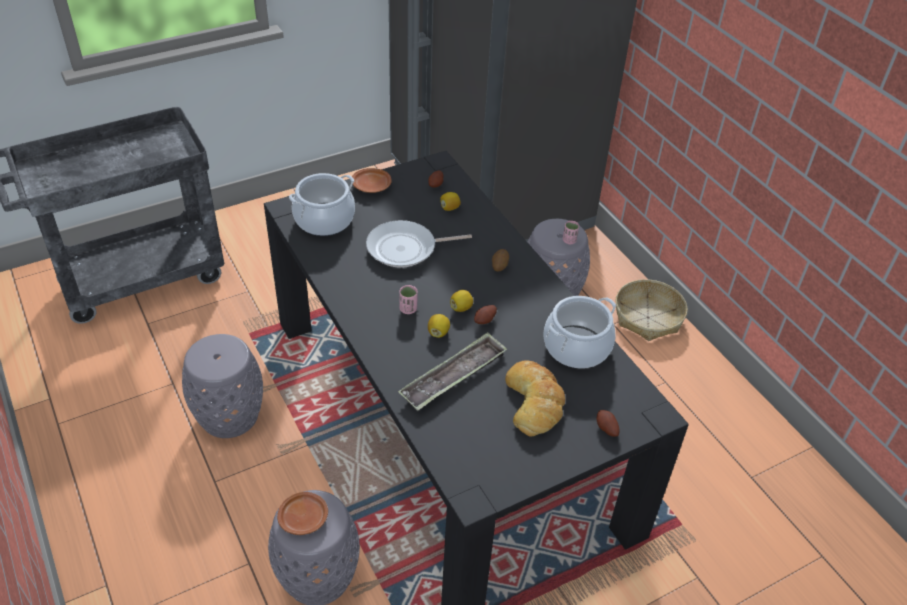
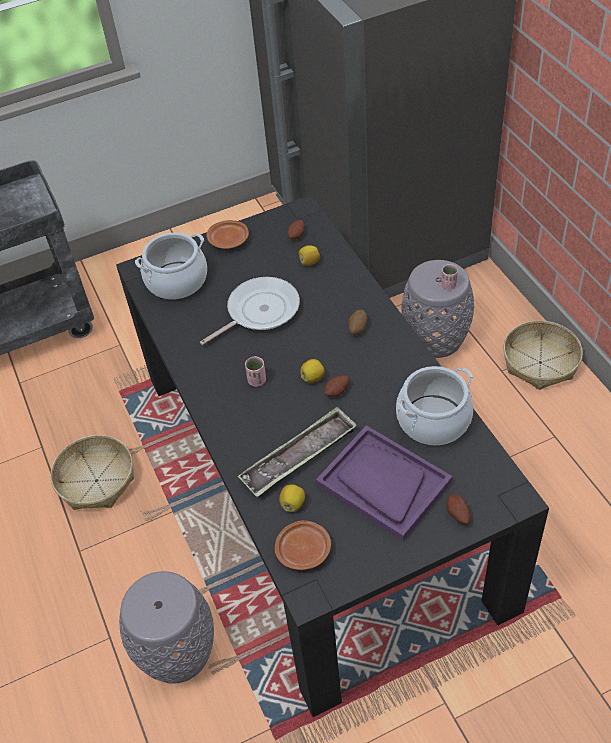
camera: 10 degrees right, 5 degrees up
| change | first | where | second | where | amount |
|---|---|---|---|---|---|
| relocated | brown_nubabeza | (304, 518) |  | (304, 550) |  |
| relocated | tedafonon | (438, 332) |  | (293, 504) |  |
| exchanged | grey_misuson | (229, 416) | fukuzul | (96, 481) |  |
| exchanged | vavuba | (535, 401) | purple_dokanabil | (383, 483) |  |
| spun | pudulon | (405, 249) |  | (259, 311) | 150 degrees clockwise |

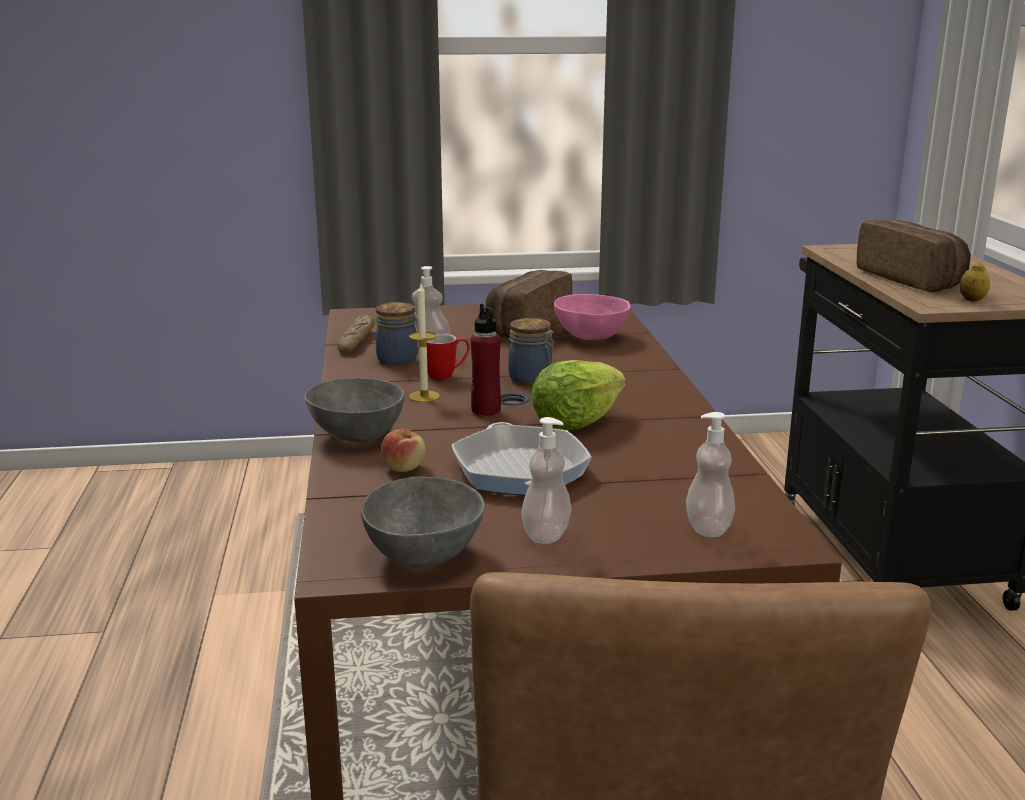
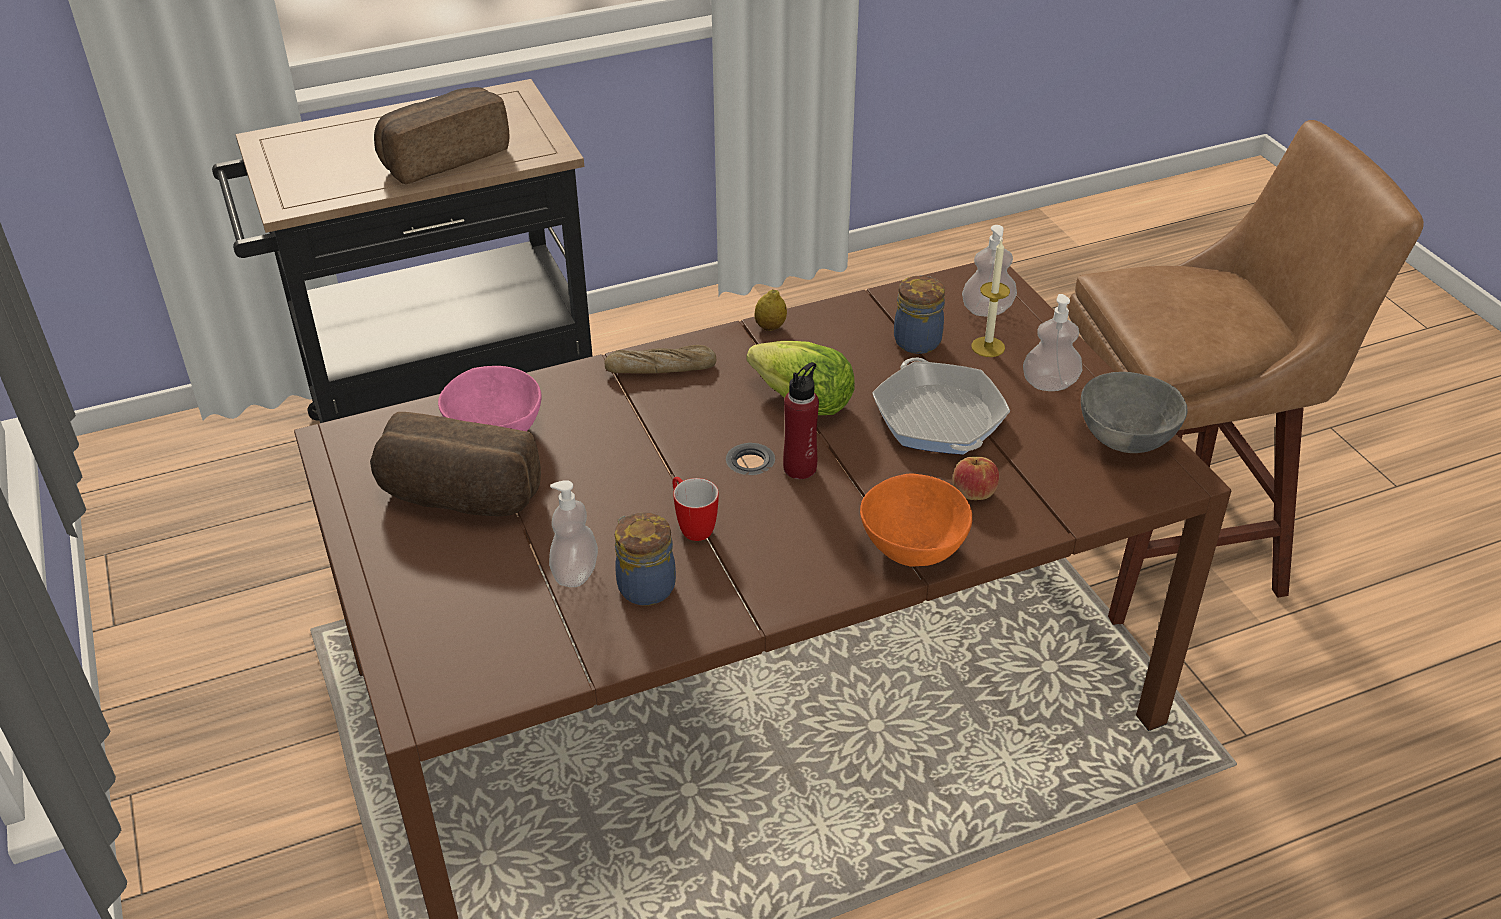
camera: 105 degrees left, 20 degrees up
| change | first | where | second | where | amount |
|---|---|---|---|---|---|
| relocated | vavuba | (357, 341) |  | (661, 368) |  |
| relocated | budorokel | (424, 396) |  | (988, 347) |  |
| relocated | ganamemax | (532, 379) |  | (918, 340) |  |
| relocated | tedafonon | (972, 300) |  | (770, 327) |  |
| colour | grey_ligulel | (356, 434) | orange_ligulel | (912, 550) |  |
| spun | pudulon | (520, 471) |  | (939, 418) | 105 degrees clockwise |

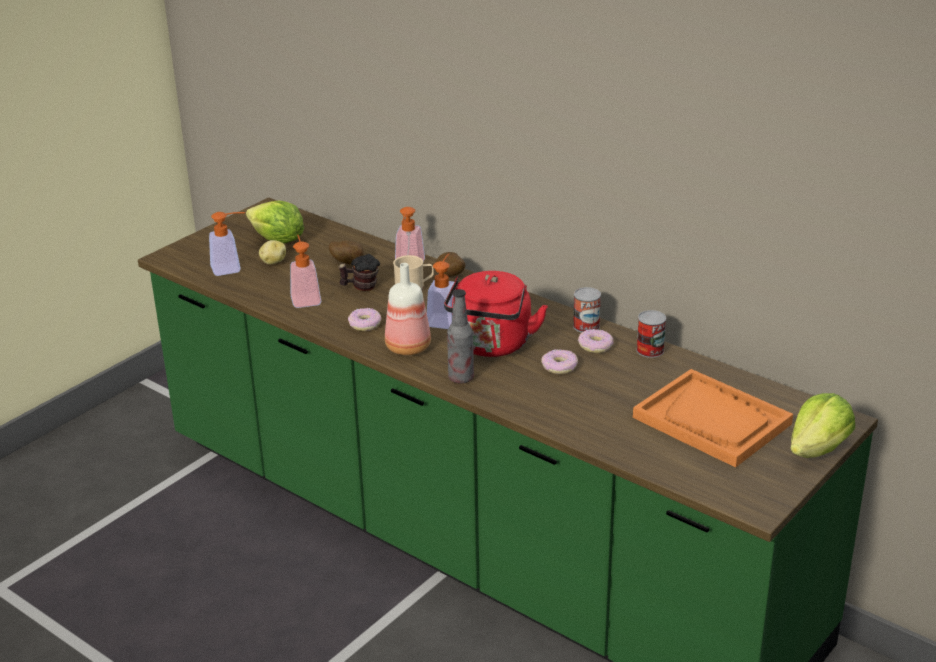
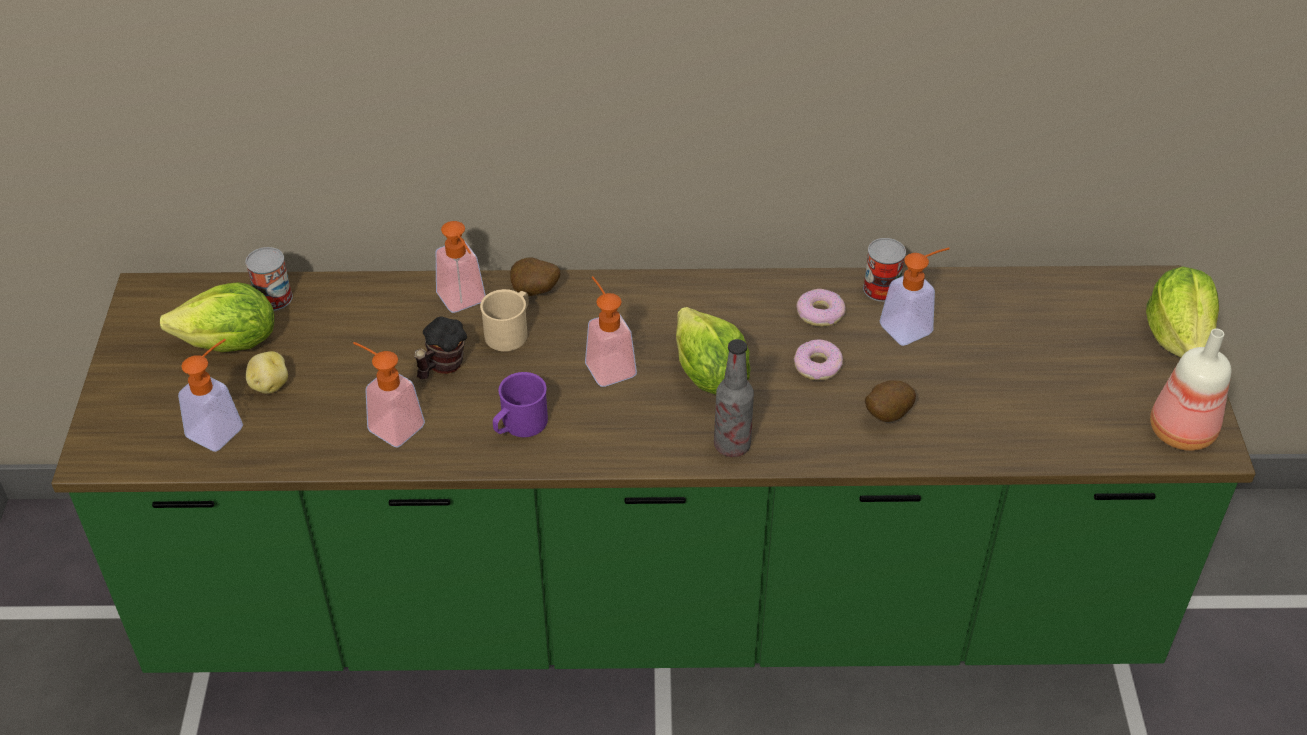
camera: 40 degrees left, 15 degrees up
| change | first | where | second | where | amount |
|---|---|---|---|---|---|
| missing | orange_dokanabil | (712, 421) |  |  |  |
| appeared |  |  | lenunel | (913, 326) |  |
| relocated | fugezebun | (347, 262) |  | (885, 415) |  |
| relocated | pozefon | (407, 347) |  | (1179, 431) |  |
| relocated | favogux | (586, 326) |  | (273, 298) |  |
| exchanged | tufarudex | (364, 324) | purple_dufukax | (519, 425) |  |
| exchanged | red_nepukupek | (491, 346) | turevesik | (709, 376) |  |

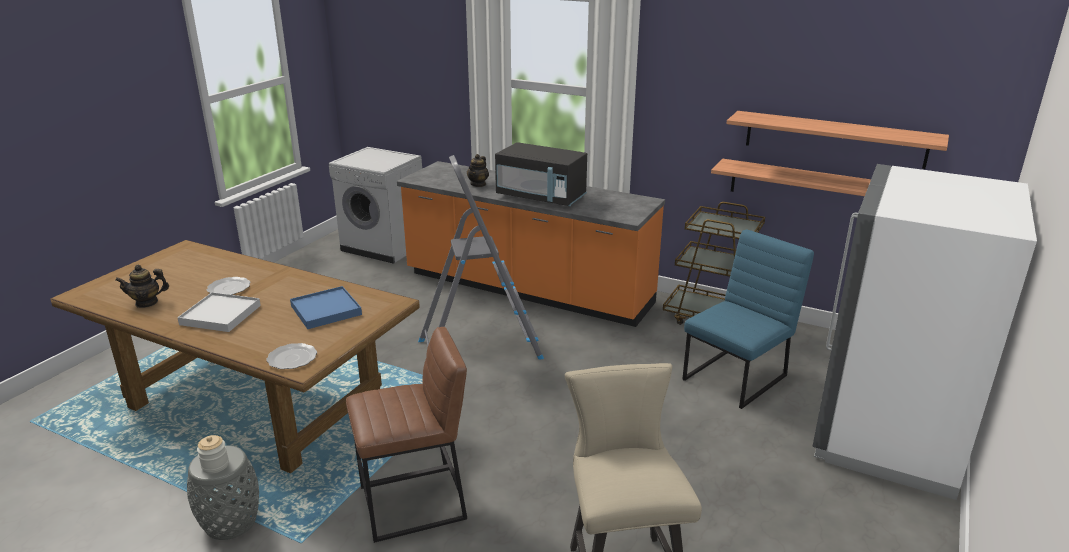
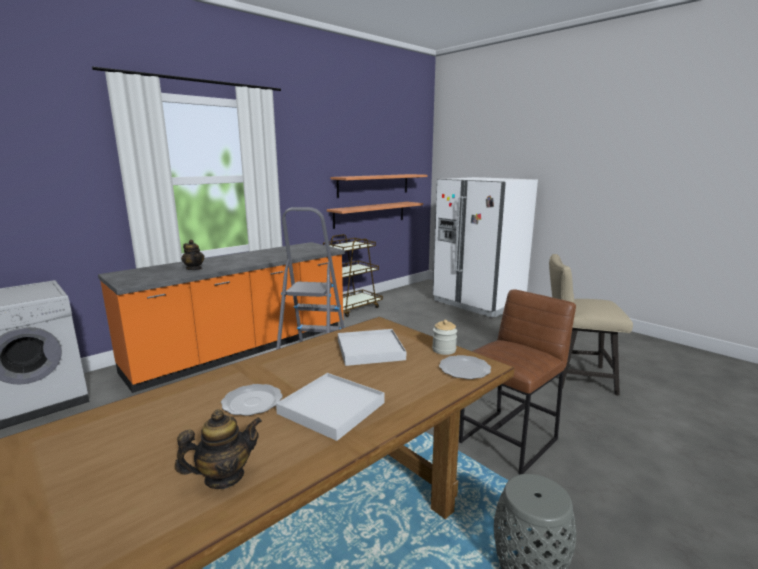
camera: 70 degrees left, 10 degrees down
| change | first | where | second | where | amount |
|---|---|---|---|---|---|
| missing | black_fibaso | (541, 197) |  |  |  |
| missing | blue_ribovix | (737, 376) |  |  |  |
| relocated | ganamemax | (215, 465) |  | (444, 350) |  |
| colour | blue_dokanabil | (326, 310) | white_dokanabil | (370, 350) |  |
| spun | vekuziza | (147, 302) |  | (224, 477) | 120 degrees counterclockwise |
| spun | brown_ribovix | (414, 502) |  | (509, 440) | 45 degrees clockwise |

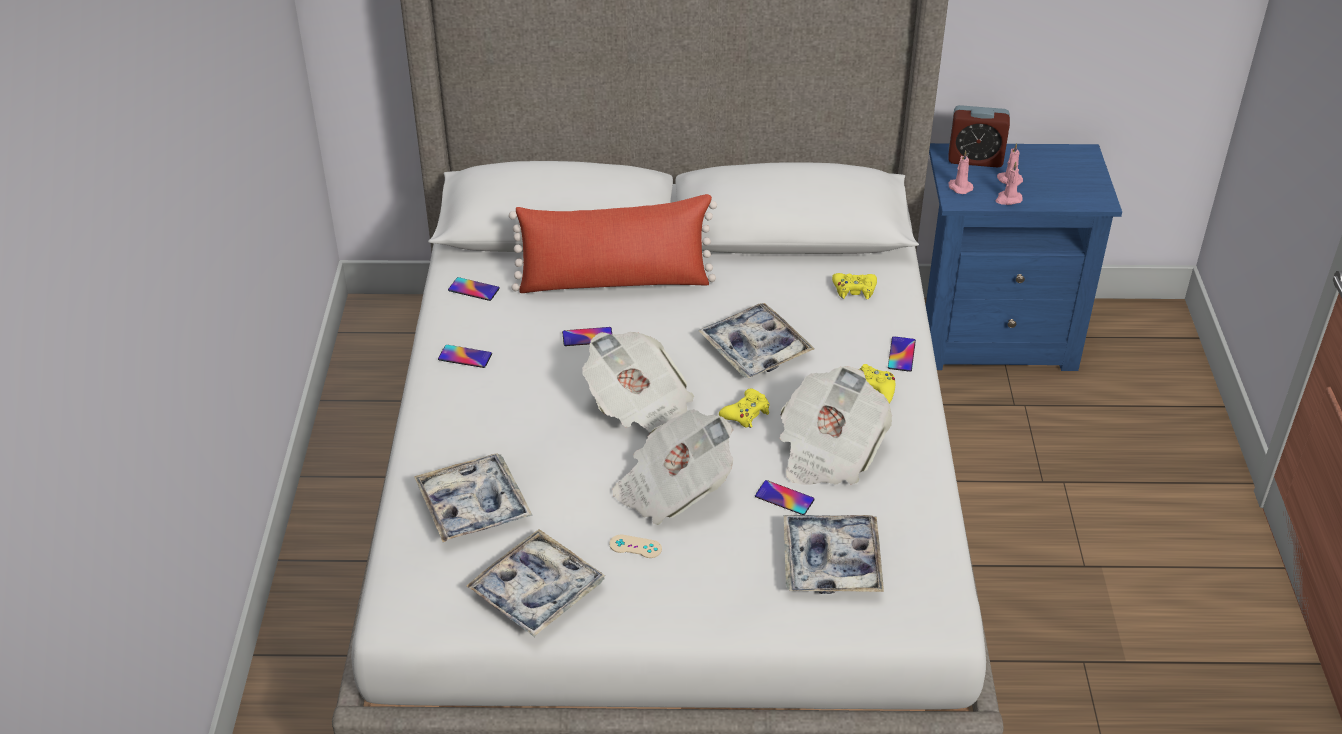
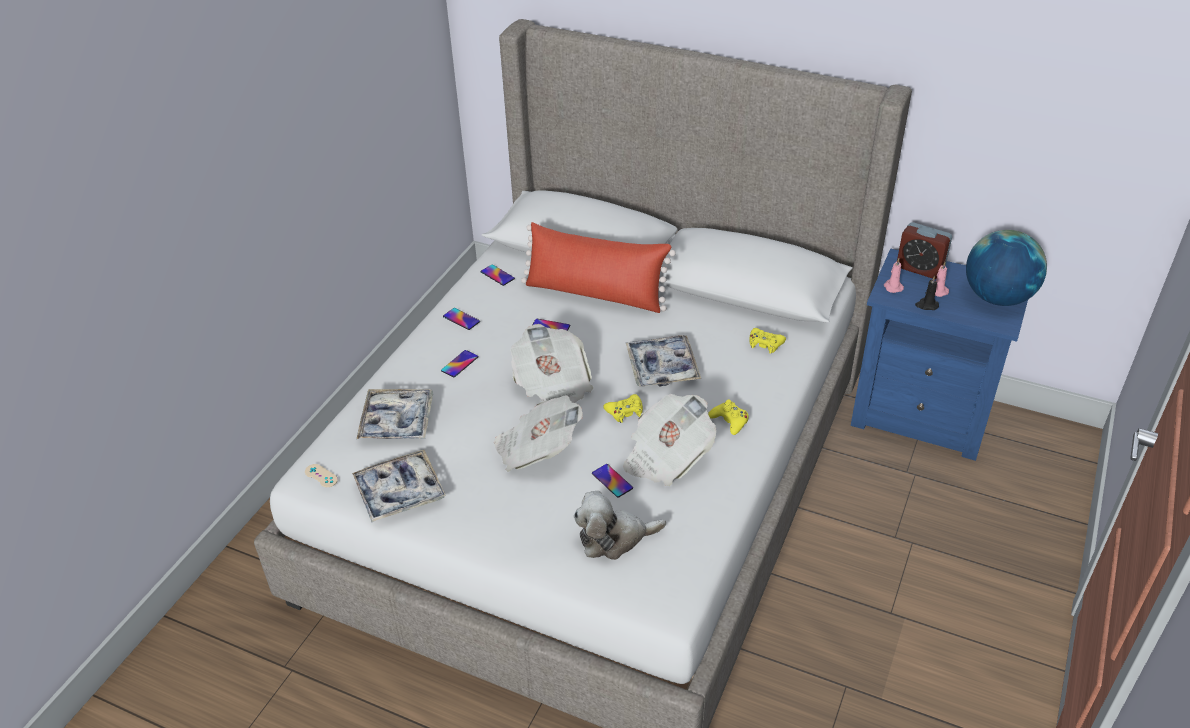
camera: 25 degrees right, 0 degrees up
| change | first | where | second | where | amount |
|---|---|---|---|---|---|
| appeared |  |  | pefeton | (997, 298) |  |
| relocated | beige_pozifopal | (635, 546) |  | (321, 476) |  |
| relocated | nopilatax | (901, 354) |  | (459, 364) |  |
| exchanged | dokanabil | (831, 562) | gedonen | (614, 538) |  |
| colour | pink_budorokel | (1008, 199) | black_budorokel | (926, 305) |  |

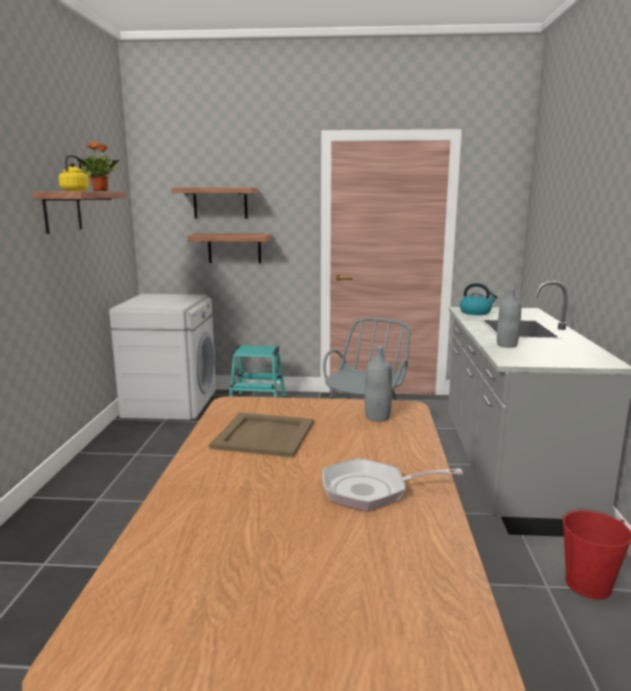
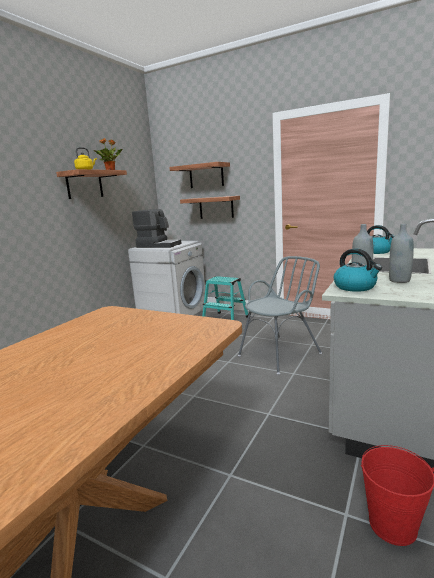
camera: 25 degrees right, 0 degrees up
| change | first | where | second | where | amount |
|---|---|---|---|---|---|
| missing | beige_dokanabil | (263, 435) |  |  |  |
| missing | pudulon | (371, 490) |  |  |  |
| appeared |  |  | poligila | (158, 245) |  |
| appeared |  |  | nepukupek | (355, 287) |  |
| relocated | grey_pozefon | (377, 417) |  | (399, 280) |  |

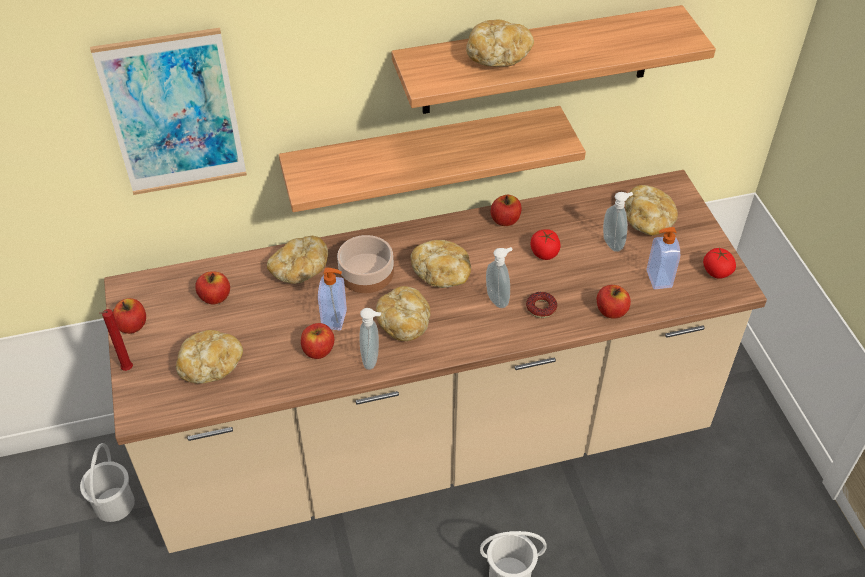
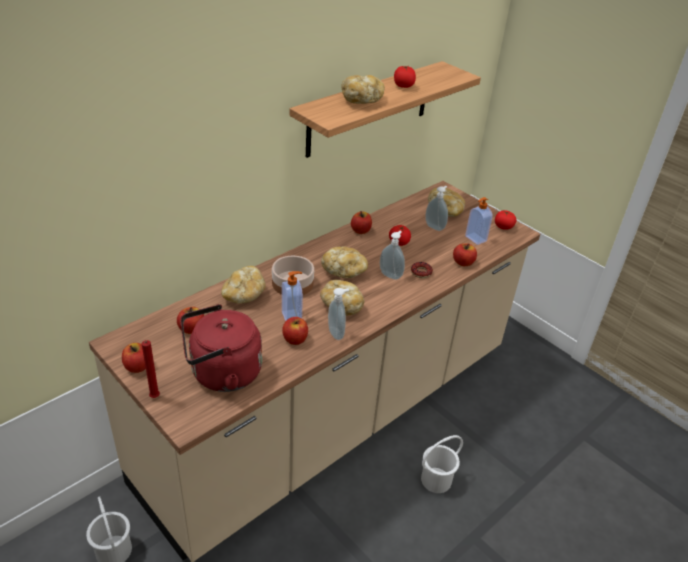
camera: 30 degrees left, 10 degrees down
| change | first | where | second | where | amount |
|---|---|---|---|---|---|
| missing | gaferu | (174, 114) |  |  |  |
| missing | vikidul | (423, 158) |  |  |  |
| appeared |  |  | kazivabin | (403, 86) |  |
| exchanged | vavuba | (211, 366) | red_nepukupek | (222, 374) |  |

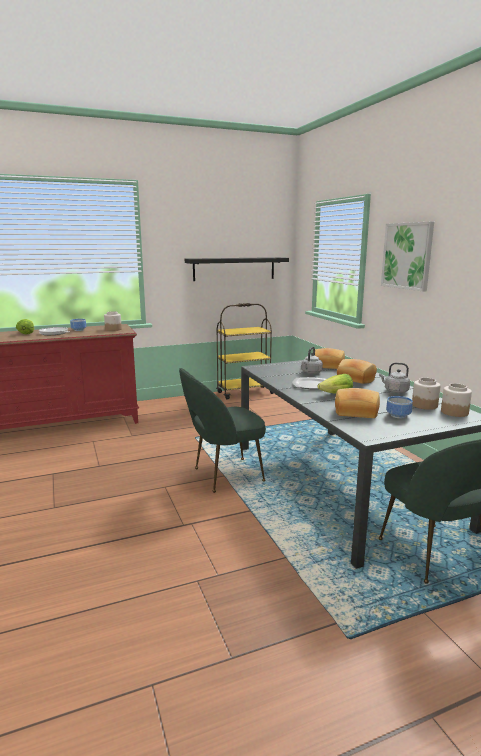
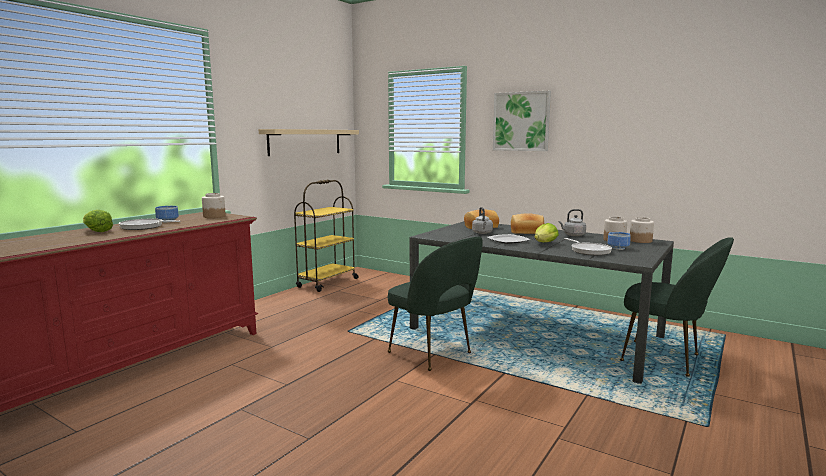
camera: 35 degrees left, 5 degrees down
| change | first | where | second | where | amount |
|---|---|---|---|---|---|
| exchanged | vavuba | (356, 412) | pudulon | (589, 251) |  |
| colour | black_vikidul | (234, 269) | beige_vikidul | (305, 142) |  |
| spun | green_ribovix | (223, 476) |  | (434, 355) | 75 degrees counterclockwise |

